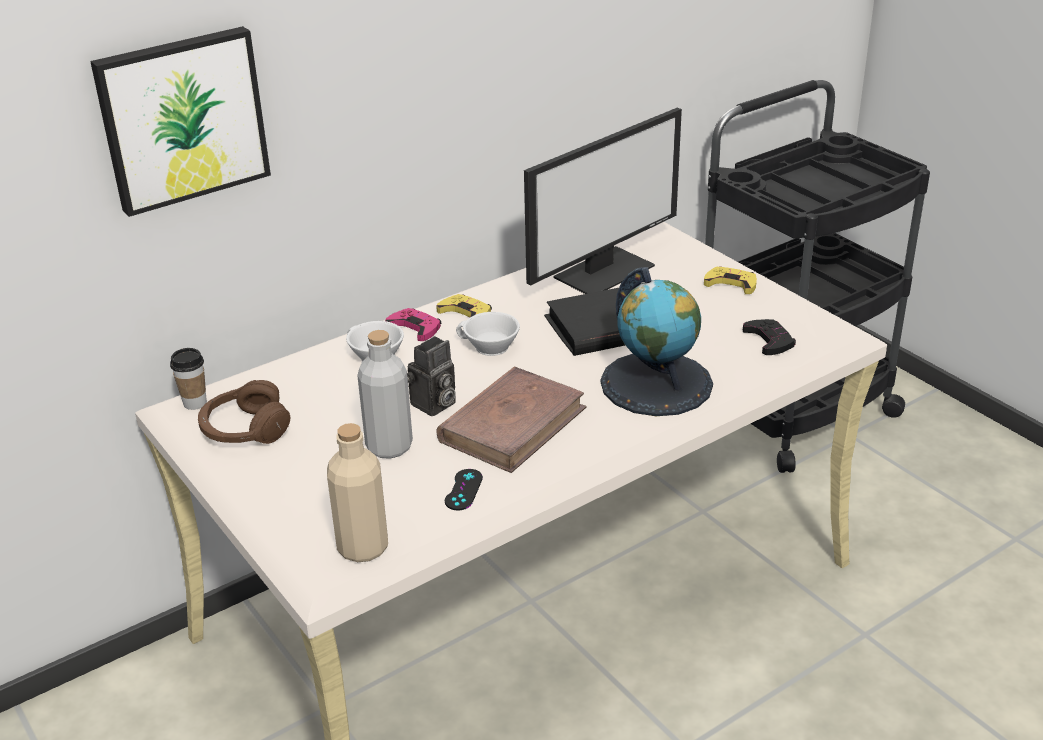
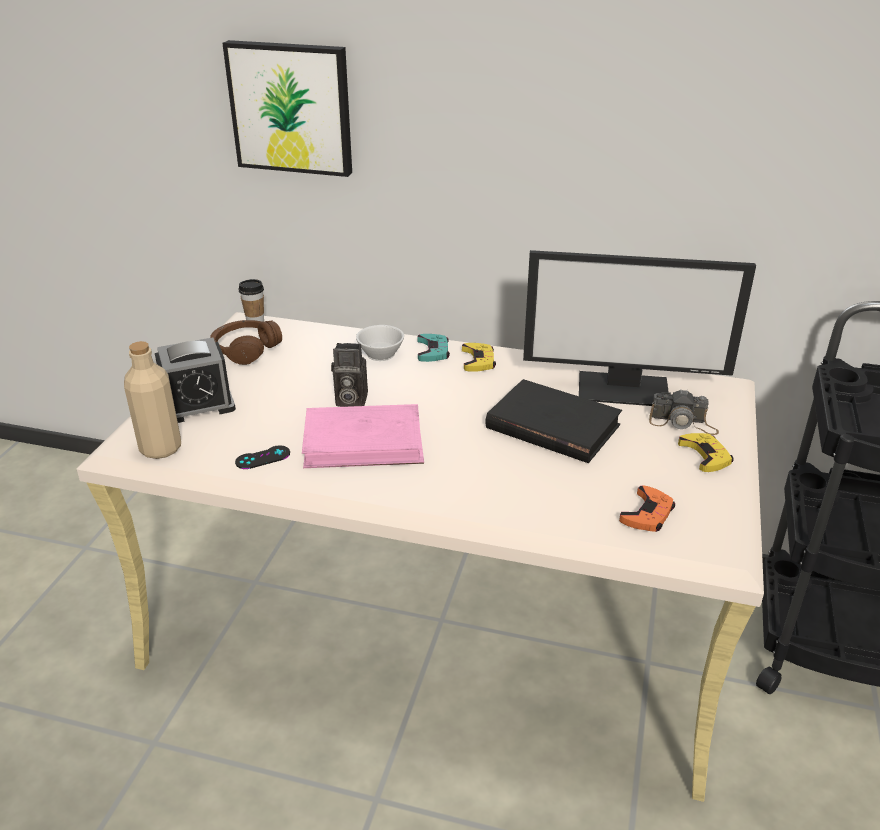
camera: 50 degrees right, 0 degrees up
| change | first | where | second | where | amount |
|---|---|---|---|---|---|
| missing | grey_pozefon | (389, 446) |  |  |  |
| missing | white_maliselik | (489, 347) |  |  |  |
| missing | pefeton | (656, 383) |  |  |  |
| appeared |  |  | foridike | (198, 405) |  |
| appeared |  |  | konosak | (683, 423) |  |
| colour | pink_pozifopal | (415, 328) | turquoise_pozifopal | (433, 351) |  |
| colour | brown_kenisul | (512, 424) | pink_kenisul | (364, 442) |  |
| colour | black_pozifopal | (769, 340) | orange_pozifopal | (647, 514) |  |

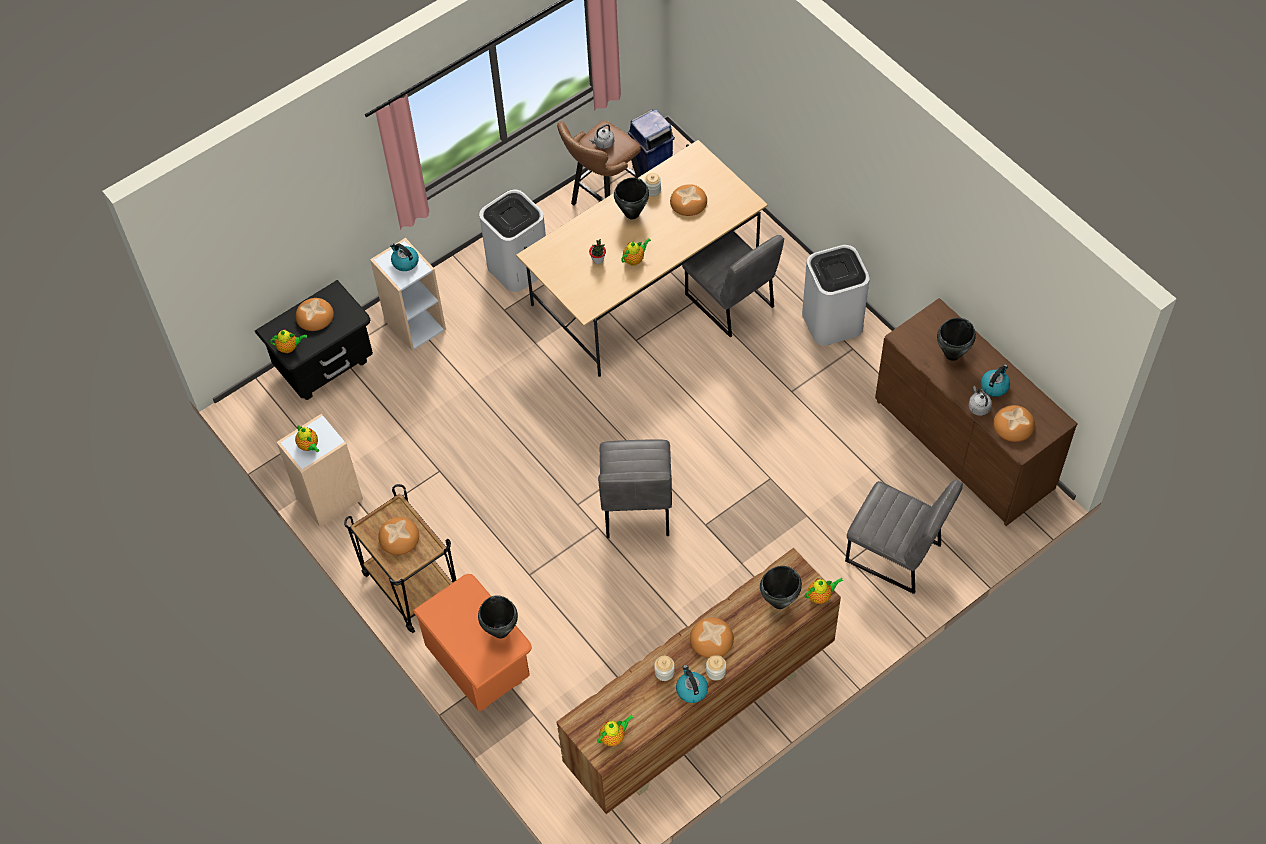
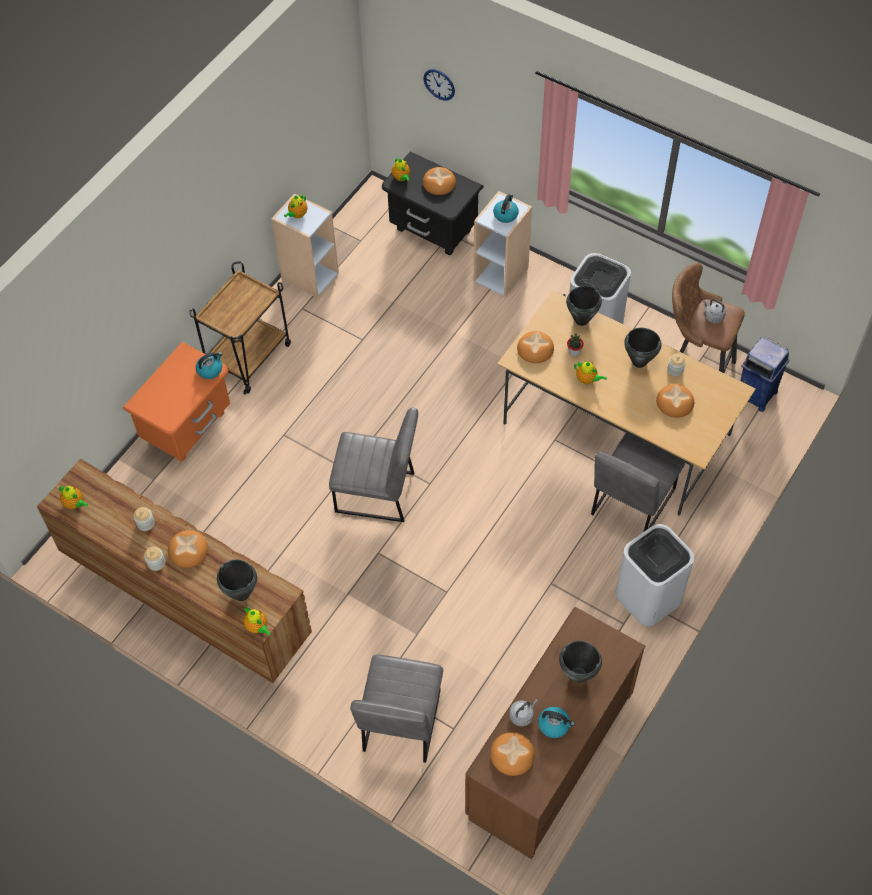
camera: 70 degrees right, 0 degrees up
| change | first | where | second | where | amount |
|---|---|---|---|---|---|
| appeared |  |  | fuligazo | (439, 84) |  |
| relocated | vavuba | (399, 537) |  | (535, 349) |  |
| relocated | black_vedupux | (500, 631) |  | (581, 320) |  |
| relocated | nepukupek | (691, 690) |  | (210, 370) |  |
| spun | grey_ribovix | (636, 507) |  | (377, 493) | 150 degrees counterclockwise |

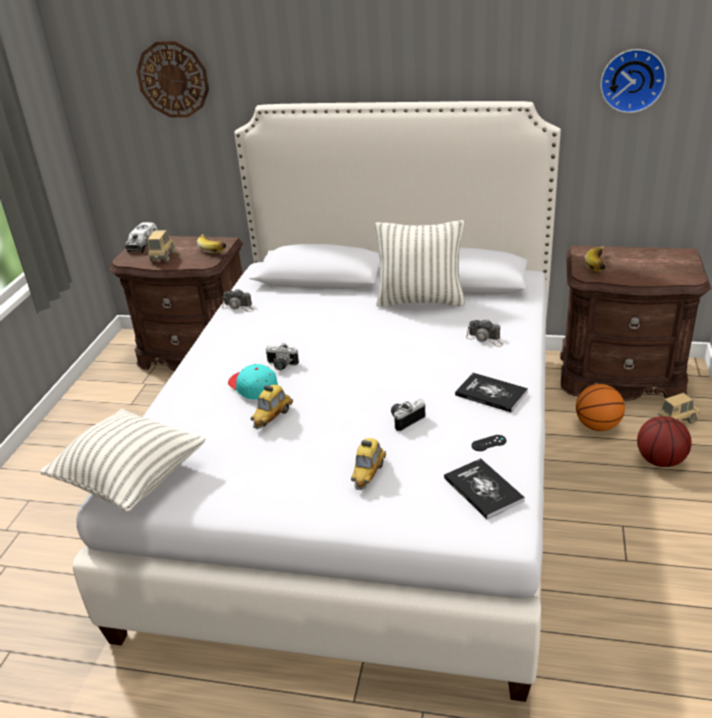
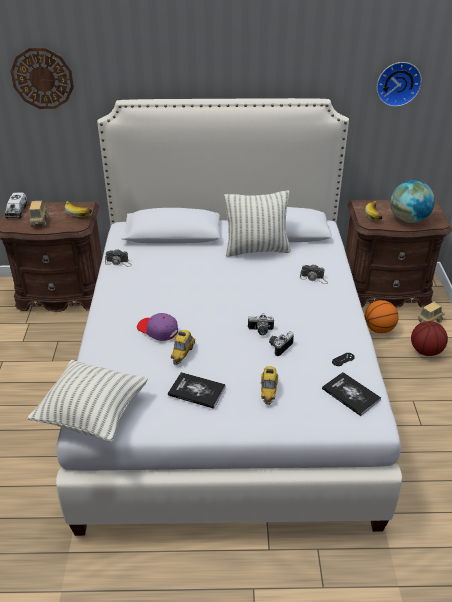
camera: 15 degrees left, 5 degrees up
| change | first | where | second | where | amount |
|---|---|---|---|---|---|
| appeared |  |  | pefeton | (408, 220) |  |
| relocated | konosak | (281, 366) |  | (260, 331) |  |
| relocated | kenisul | (491, 393) |  | (196, 391) |  |
| colour | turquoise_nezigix | (253, 387) | purple_nezigix | (157, 330) |  |

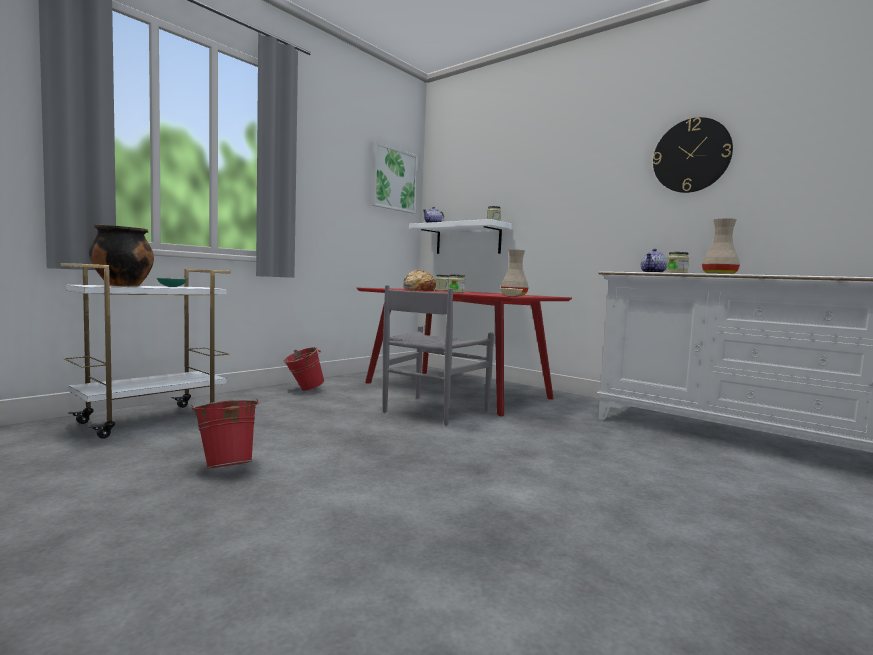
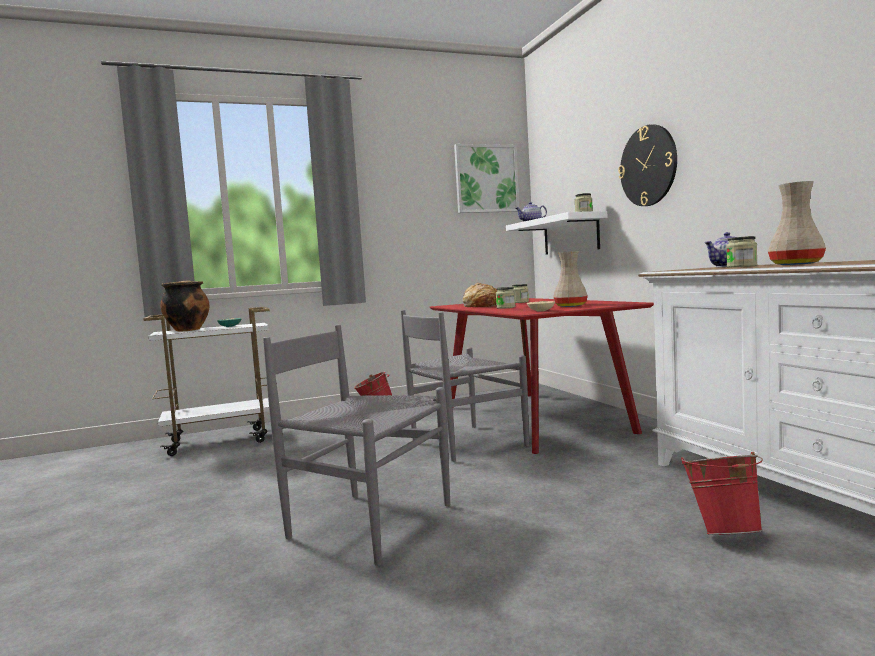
camera: 30 degrees right, 0 degrees up
| change | first | where | second | where | amount |
|---|---|---|---|---|---|
| appeared |  |  | grey_ribovix | (367, 524) |  |
| relocated | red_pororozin | (227, 467) |  | (724, 532) |  |
| relocated | fuligazo | (691, 155) |  | (648, 166) |  |

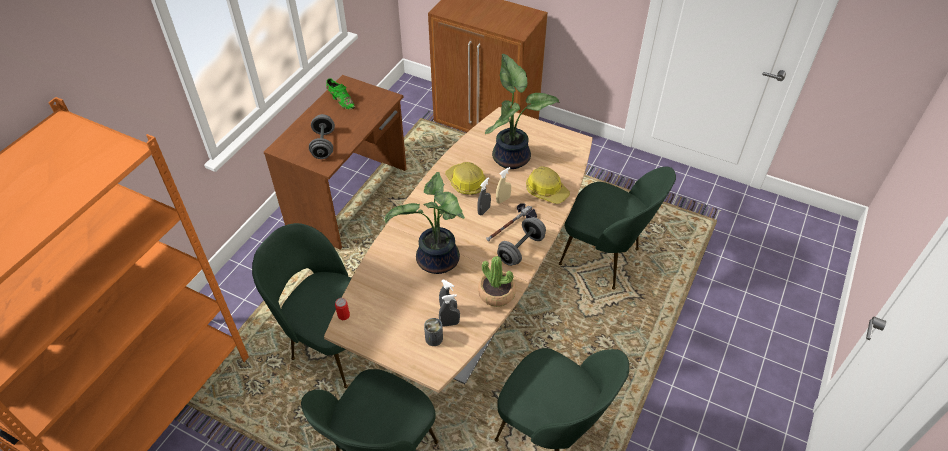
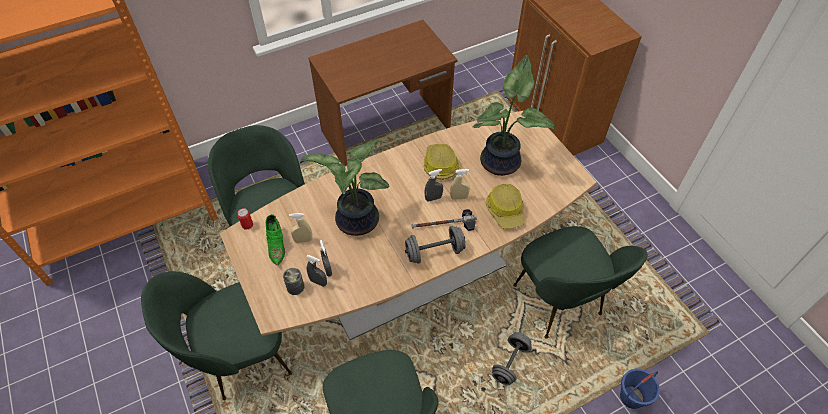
camera: 35 degrees right, 5 degrees up
| change | first | where | second | where | amount |
|---|---|---|---|---|---|
| missing | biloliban | (496, 293) |  |  |  |
| appeared |  |  | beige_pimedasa | (303, 240) |  |
| appeared |  |  | blue_pororozin | (632, 397) |  |
| relocated | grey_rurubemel | (323, 145) |  | (510, 363) |  |
| relocated | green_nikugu | (341, 101) |  | (276, 245) |  |

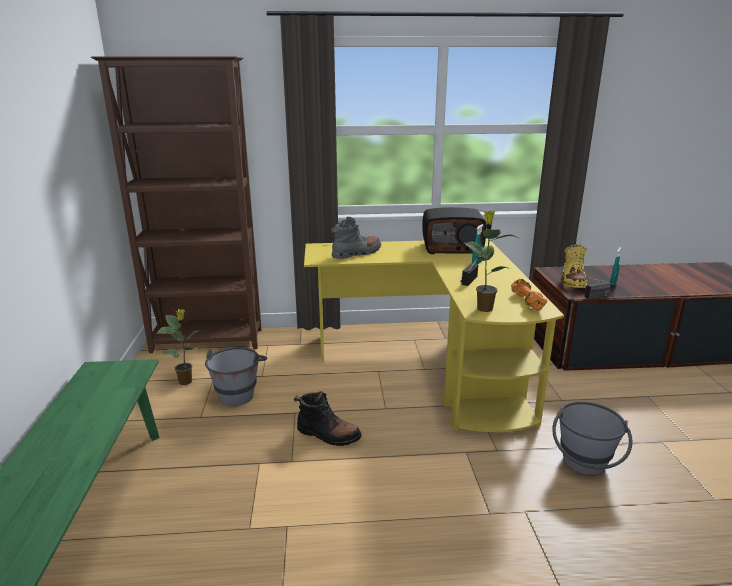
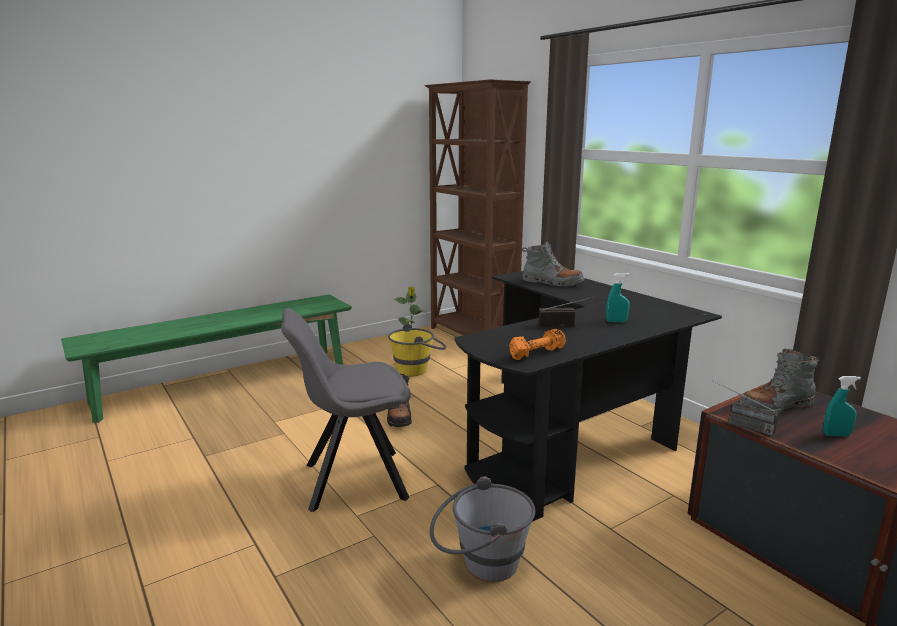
camera: 60 degrees right, 5 degrees down
| change | first | where | second | where | amount |
|---|---|---|---|---|---|
| missing | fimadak | (452, 247) |  |  |  |
| missing | biloliban | (484, 308) |  |  |  |
| appeared |  |  | grey_ribovix | (354, 481) |  |
| colour | grey_pororozin | (239, 392) | yellow_pororozin | (418, 369) |  |
| colour | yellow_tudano | (432, 364) | black_tudano | (572, 432) |  |
| colour | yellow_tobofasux | (573, 282) | grey_tobofasux | (775, 407) |  |

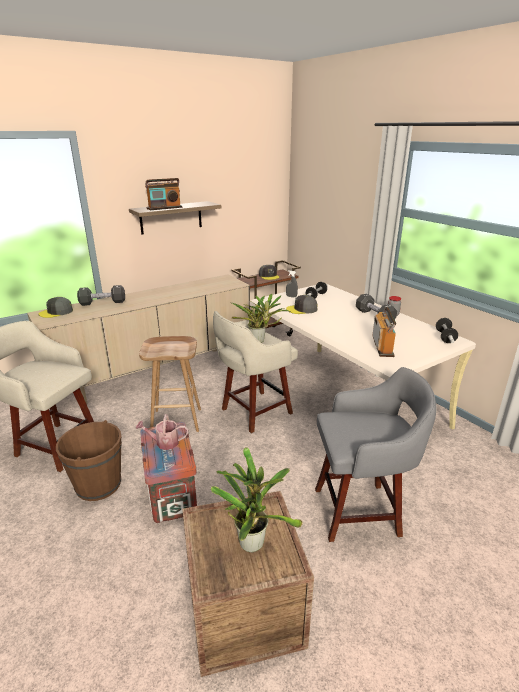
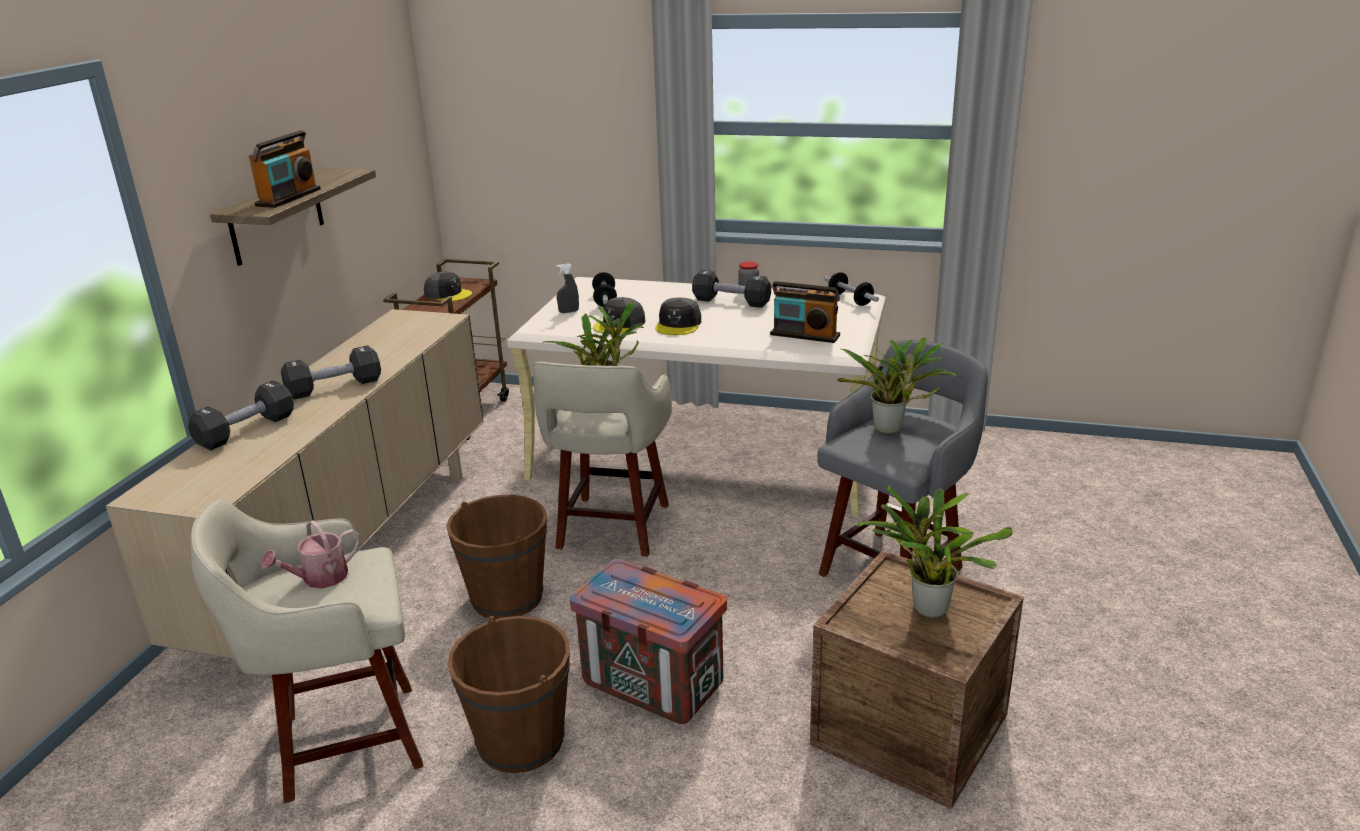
camera: 40 degrees left, 0 degrees up
| change | first | where | second | where | amount |
|---|---|---|---|---|---|
| appeared |  |  | black_rurubemel | (334, 387) |  |
| appeared |  |  | biloliban | (891, 430) |  |
| relocated | grey_nezigix | (56, 312) |  | (678, 325) |  |
| relocated | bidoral | (164, 442) |  | (319, 579) |  |
| exchanged | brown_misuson | (177, 420) | brown_pororozin | (507, 598) |  |
| spun | fimadak | (383, 347) |  | (805, 335) | 150 degrees clockwise |

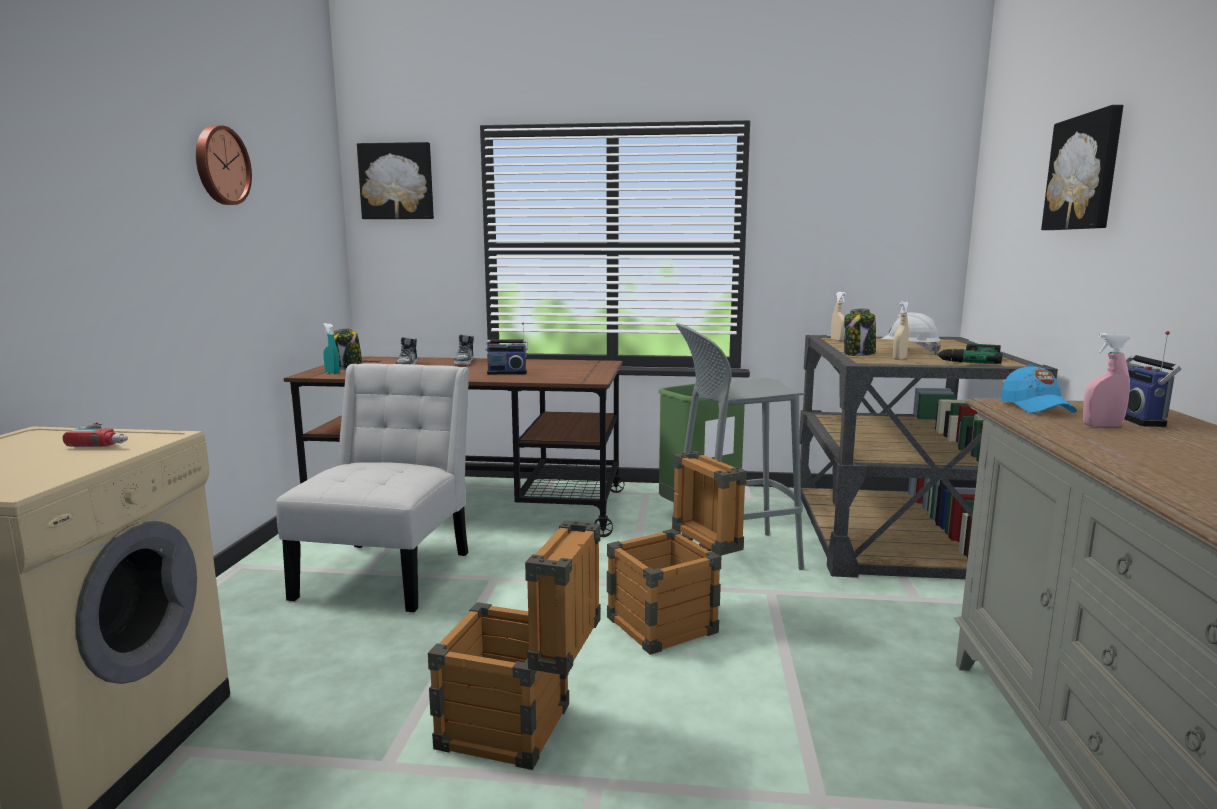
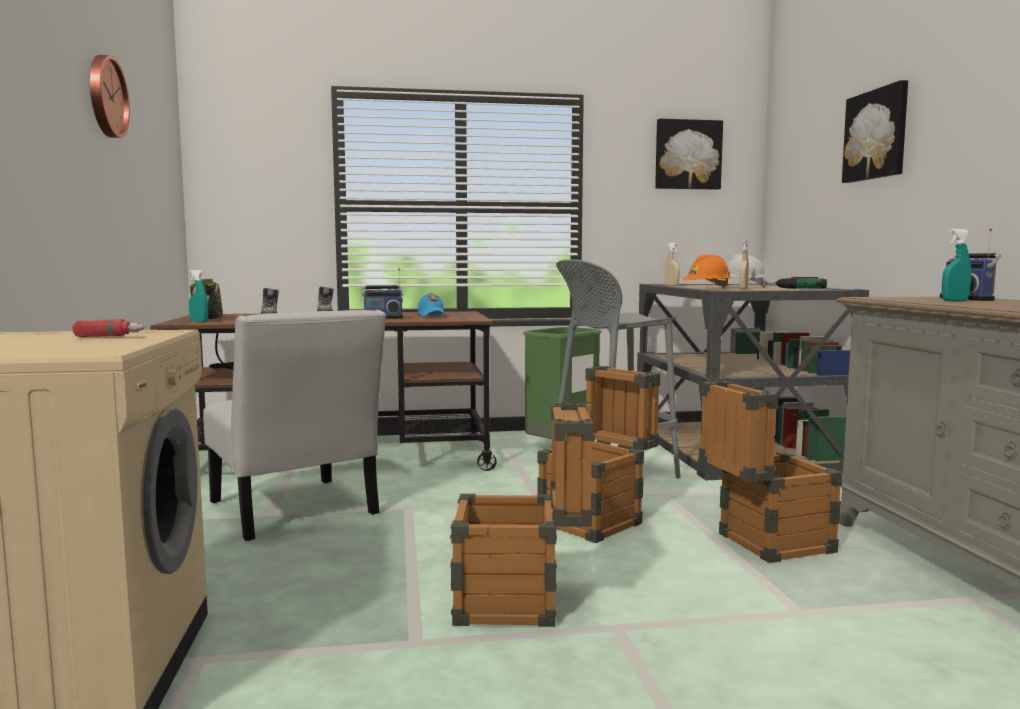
camera: 15 degrees left, 5 degrees down
| change | first | where | second | where | amount |
|---|---|---|---|---|---|
| appeared |  |  | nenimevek | (763, 544) |  |
| relocated | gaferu | (397, 181) |  | (687, 155) |  |
| relocated | blue_nezigix | (1035, 407) |  | (432, 316) |  |
| exchanged | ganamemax | (859, 354) | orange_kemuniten | (706, 288) |  |
| colour | pink_pimedasa | (1102, 426) | turquoise_pimedasa | (954, 301) |  |
| spun | white_ribovix | (390, 571) |  | (295, 511) | 150 degrees clockwise |

